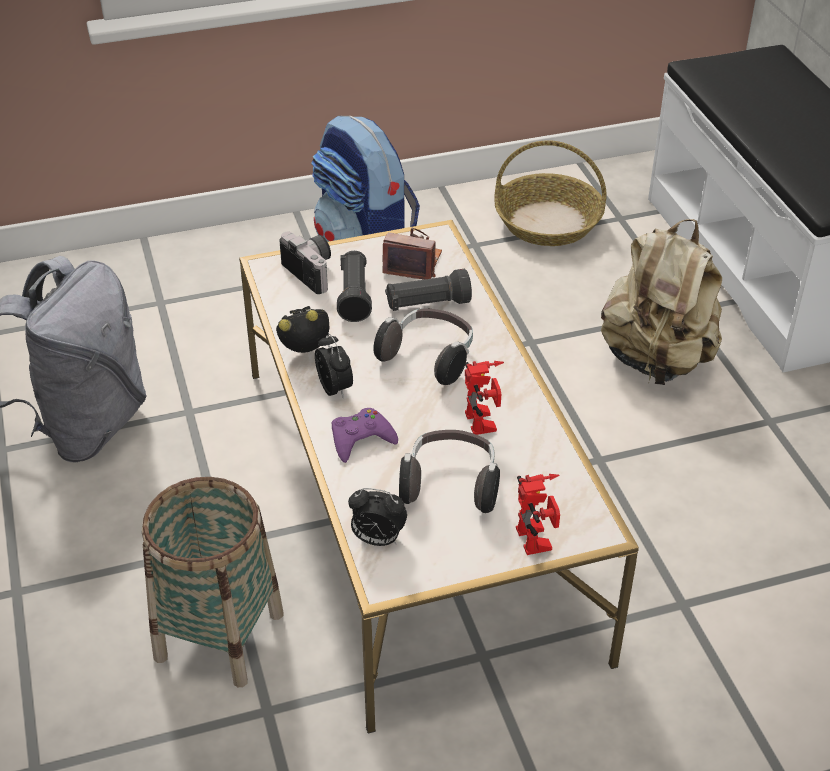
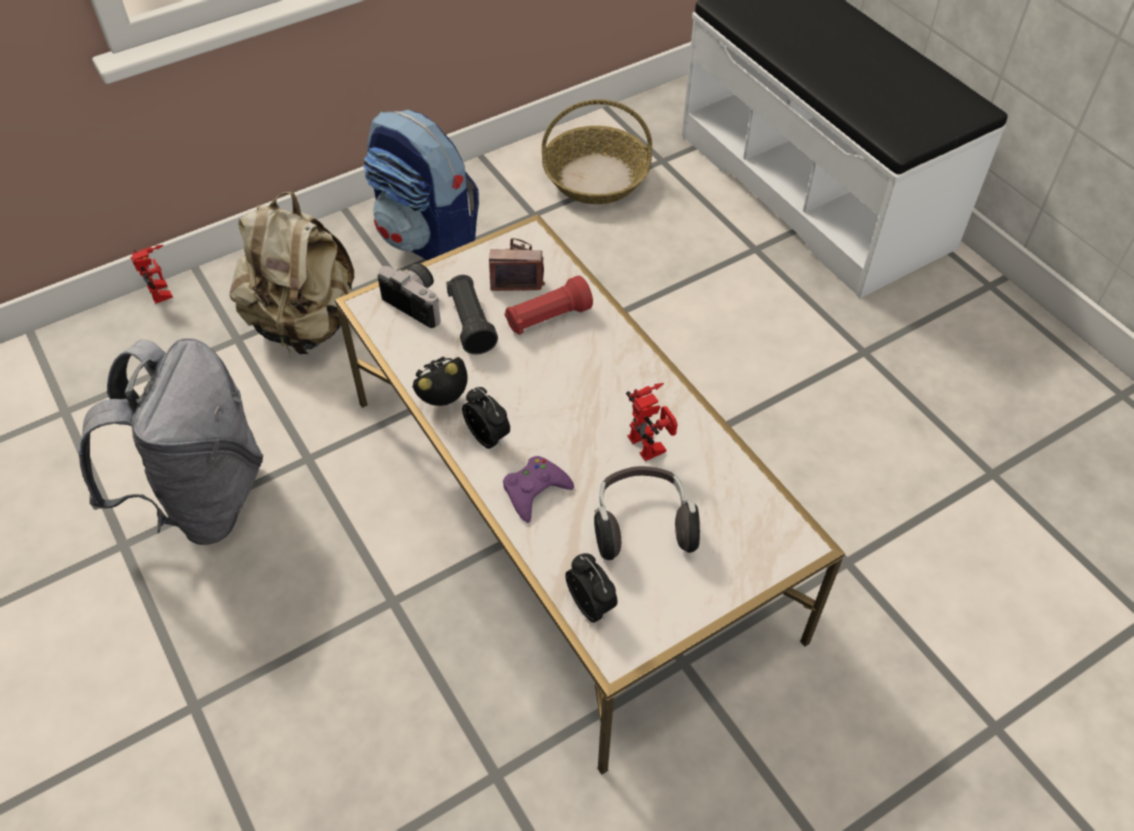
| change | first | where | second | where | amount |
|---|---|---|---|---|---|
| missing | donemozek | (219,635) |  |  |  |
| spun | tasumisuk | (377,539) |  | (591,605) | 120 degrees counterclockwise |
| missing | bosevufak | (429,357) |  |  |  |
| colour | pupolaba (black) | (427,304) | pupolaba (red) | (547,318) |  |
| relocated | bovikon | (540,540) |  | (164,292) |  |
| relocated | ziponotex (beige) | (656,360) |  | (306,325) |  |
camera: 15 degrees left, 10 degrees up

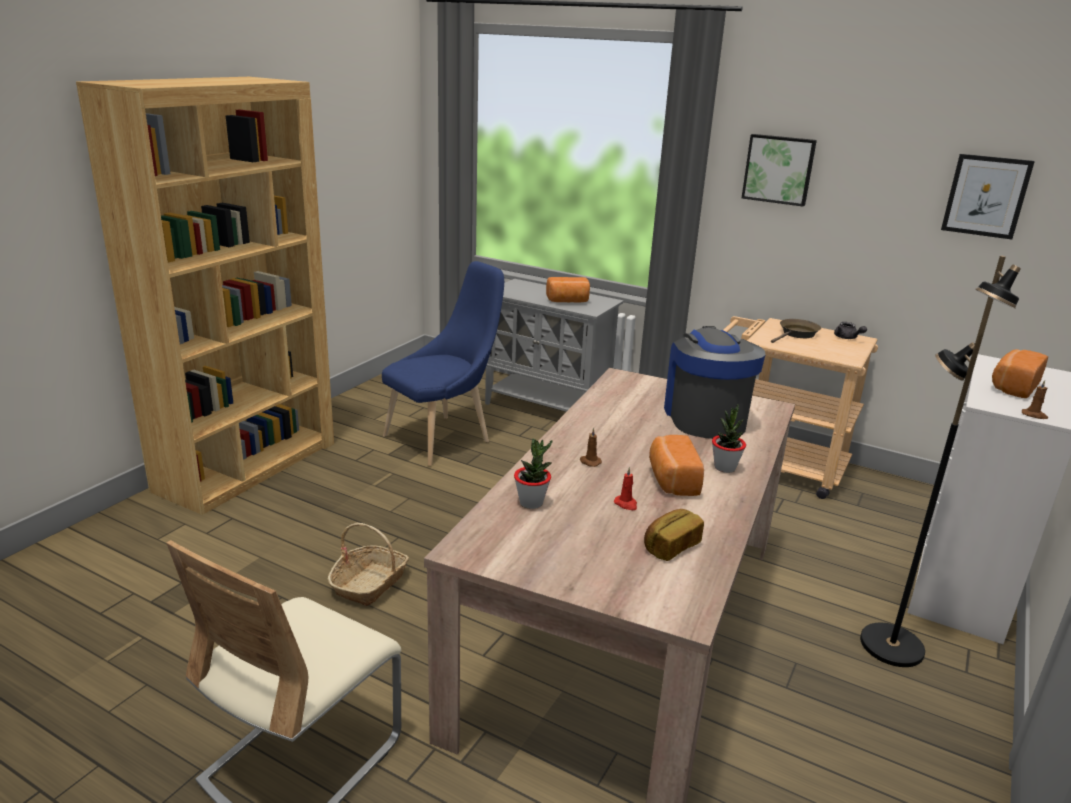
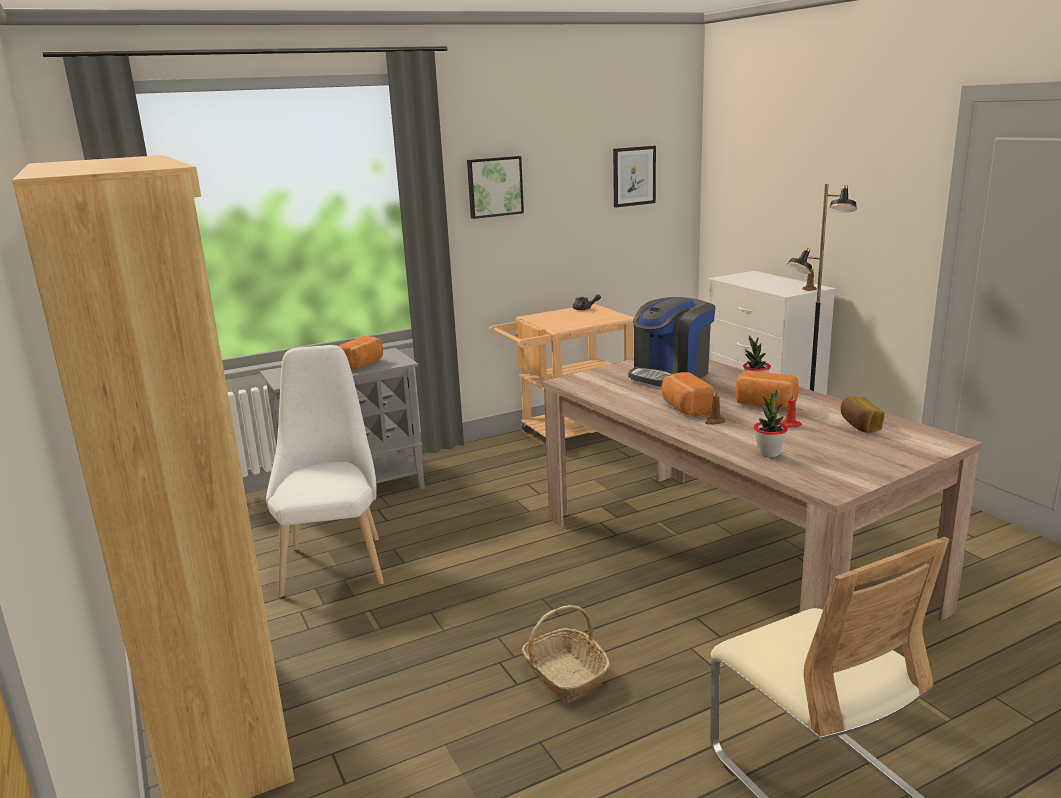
| change | first | where | second | where | amount |
|---|---|---|---|---|---|
| colour | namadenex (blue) | (443,438) | namadenex (white) | (335,561) |  |
| spun | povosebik | (705,417) |  | (670,374) | 75 degrees counterclockwise |
| missing | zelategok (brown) | (797,334) |  |  |  |
| relocated | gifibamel | (1013,387) |  | (685,408) |  |
camera: 55 degrees left, 5 degrees down

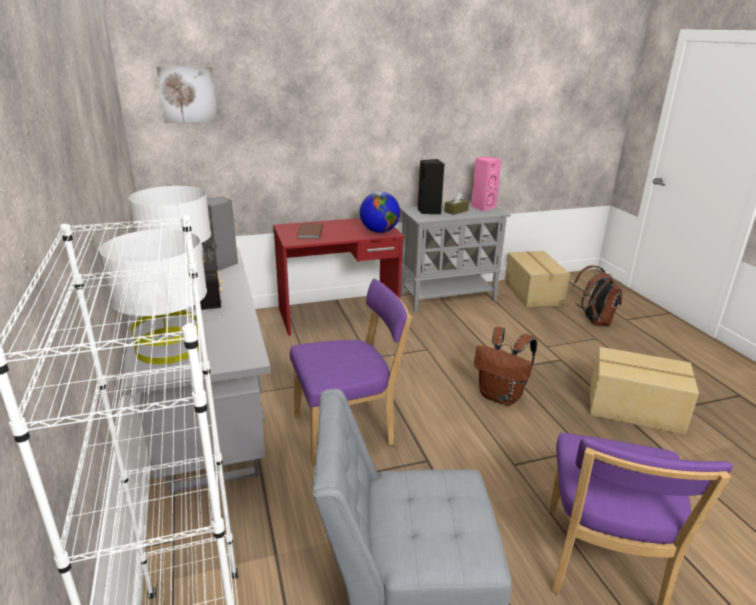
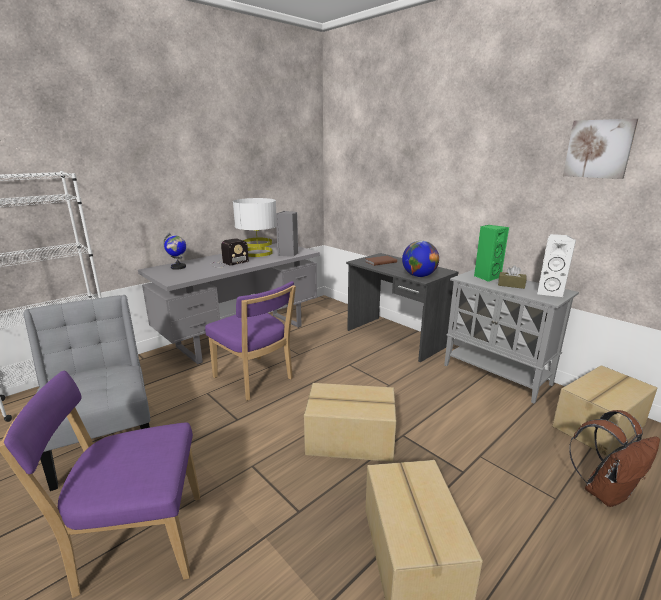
| change | first | where | second | where | amount |
|---|---|---|---|---|---|
| exchanged | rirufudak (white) | (168,347) | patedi | (178,267) |  |
| relocated | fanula | (188,94) |  | (598,149) |  |
| colour | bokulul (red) | (339,315) | bokulul (grey) | (396,338) |  |
| colour | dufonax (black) | (428,211) | dufonax (green) | (486,277) |  |
| colour | dufonax (pink) | (482,207) | dufonax (white) | (549,292) |  |
| exchanged | ziponotex (brown) | (501,396) | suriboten | (350,440) |  |
camera: 65 degrees right, 5 degrees down

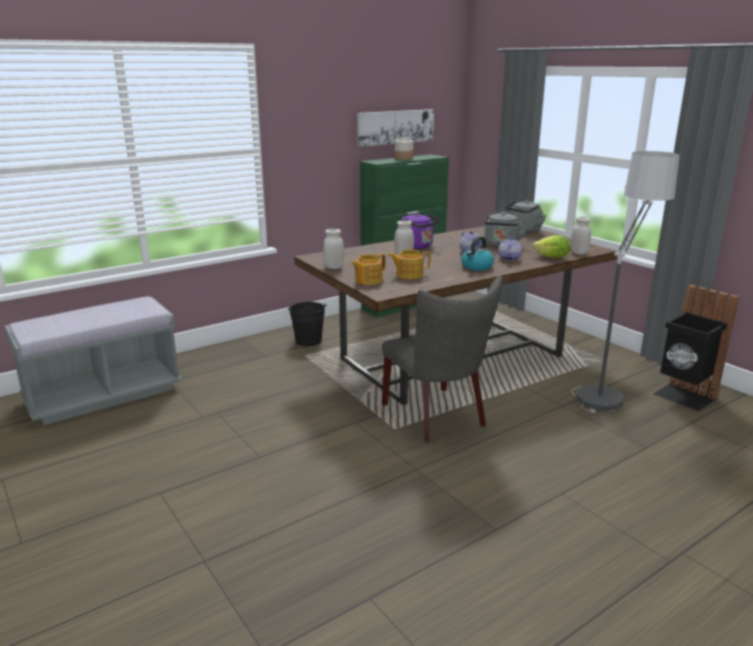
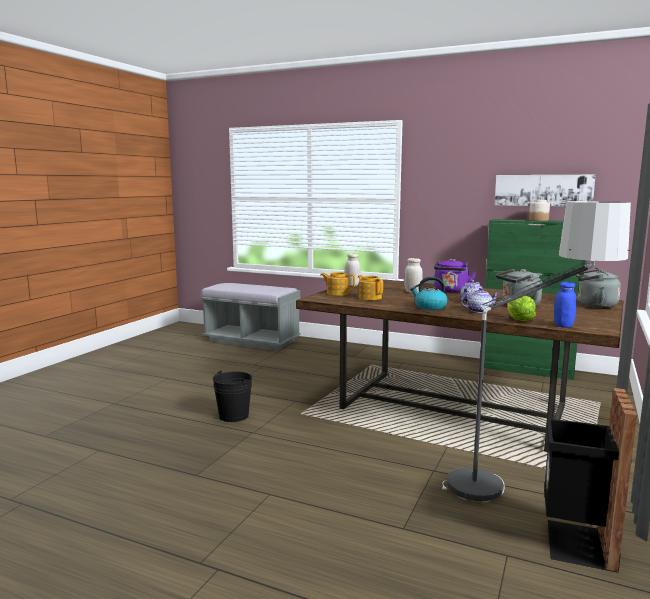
| change | first | where | second | where | amount |
|---|---|---|---|---|---|
| relocated | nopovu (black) | (308,341) |  | (233,416) |  |
| missing | namadenex (grey) | (438,417) |  |  |  |
| colour | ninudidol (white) | (579,253) | ninudidol (blue) | (563,326) |  |
camera: 60 degrees right, 10 degrees down

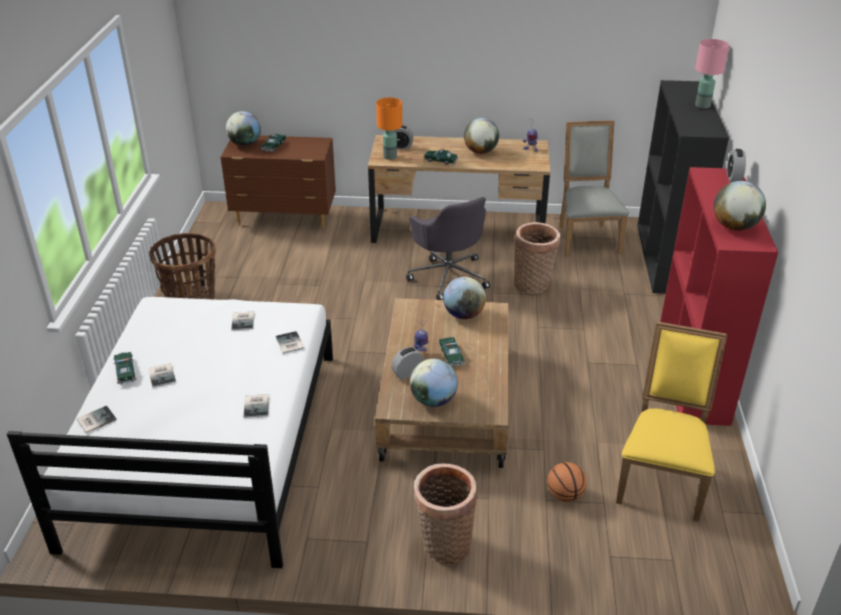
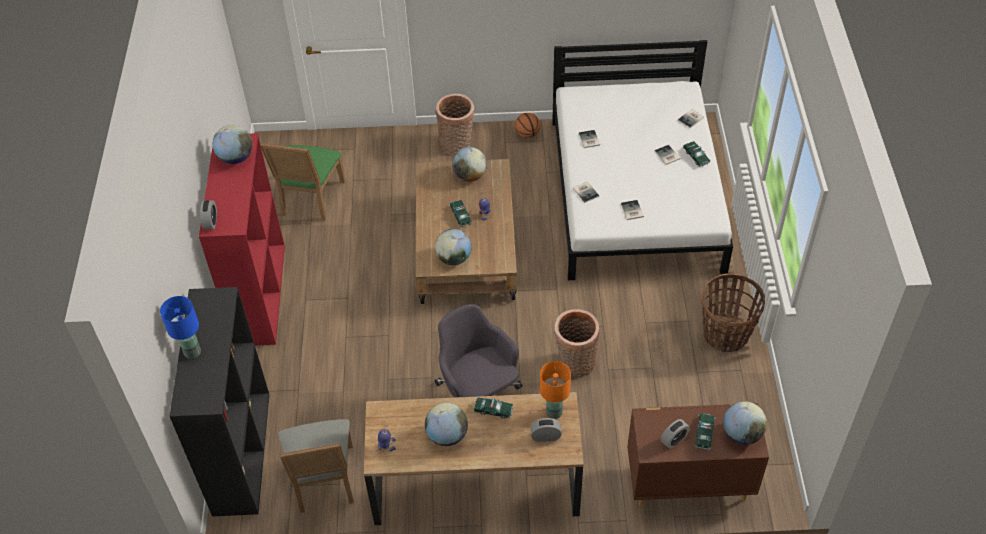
| change | first | where | second | where | amount |
|---|---|---|---|---|---|
| relocated | tasumisuk | (408,373) |  | (674,440) |  |
| relocated | donemozek | (533,284) |  | (575,363) |  |
| relocated | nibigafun | (565,495) |  | (527,134) |  |
| colour | namadenex (yellow) | (661,479) | namadenex (green) | (310,200) |  |
| colour | rirufudak (pink) | (702,106) | rirufudak (blue) | (193,352) |  |
camera: 175 degrees right, 15 degrees up

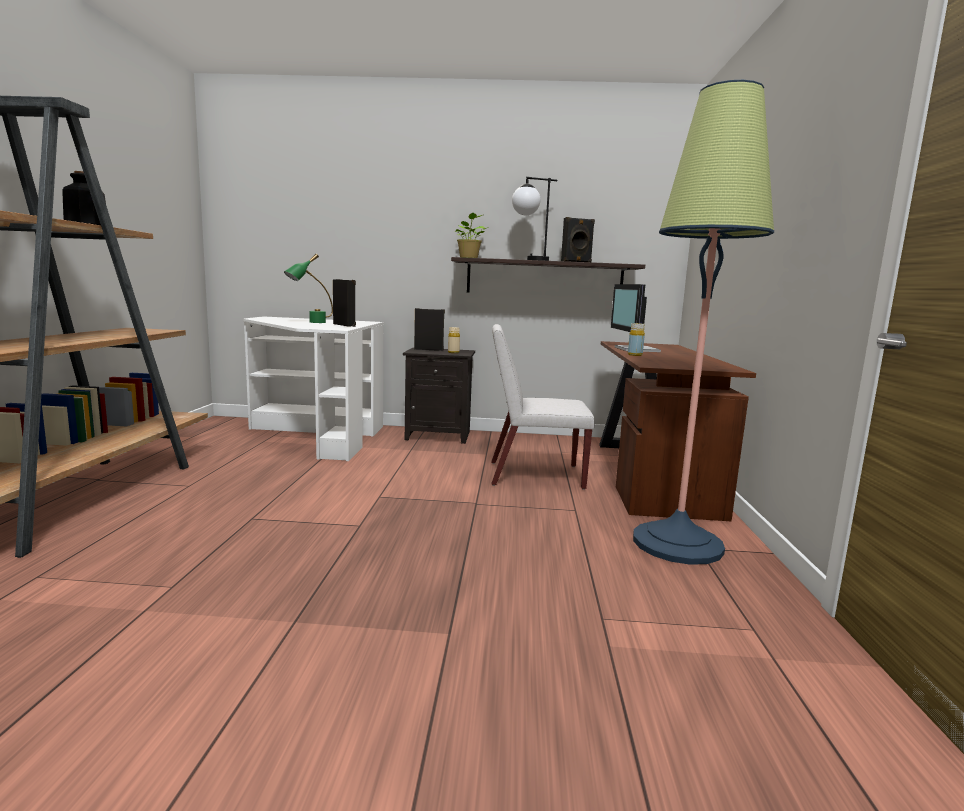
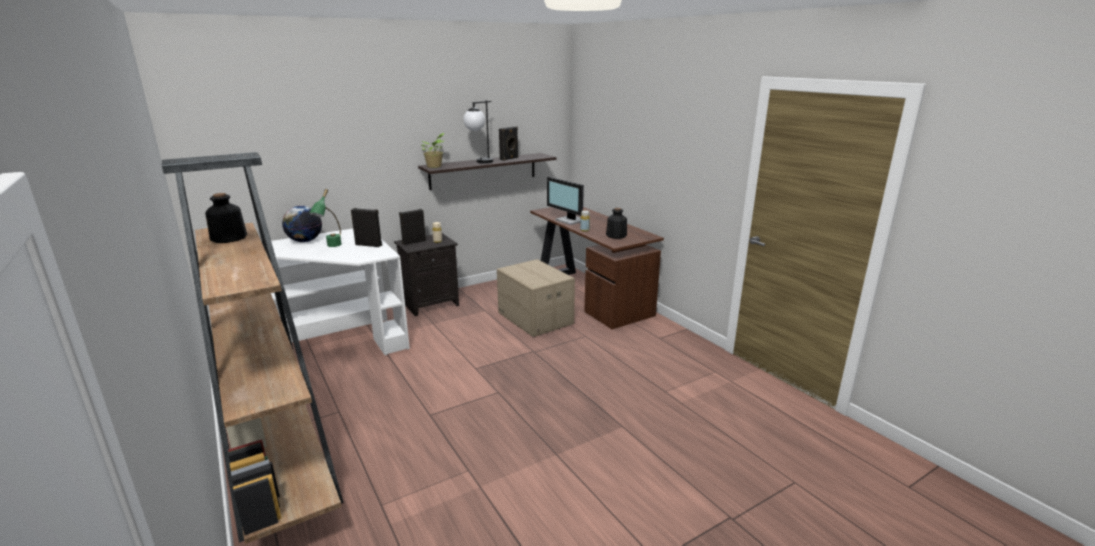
| change | first | where | second | where | amount |
|---|---|---|---|---|---|
| exchanged | namadenex (white) | (534,475) | suriboten | (534,318) |  |
| missing | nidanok | (677,543) |  |  |  |
| appeared |  |  | patedi | (305,241) |  |
| appeared |  |  | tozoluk | (616,236) |  |
camera: 35 degrees left, 10 degrees up

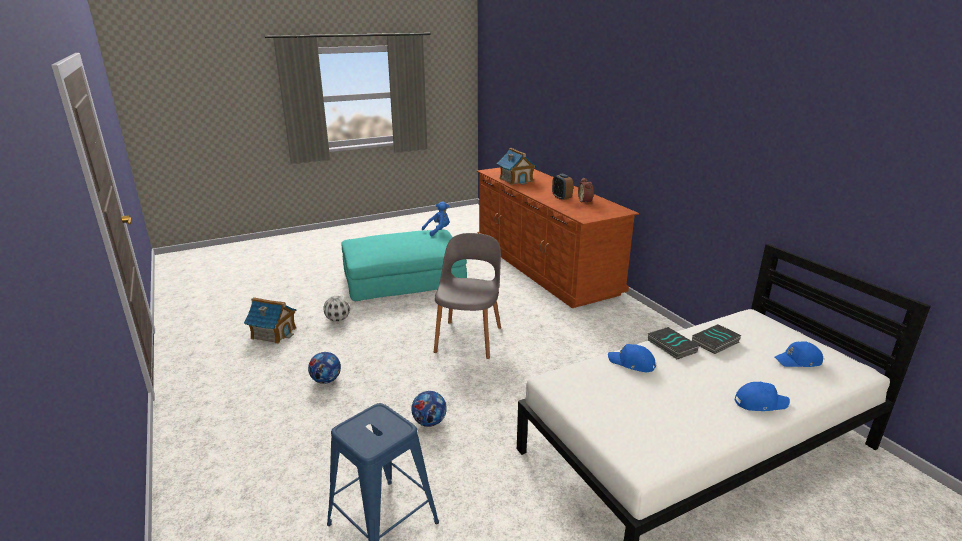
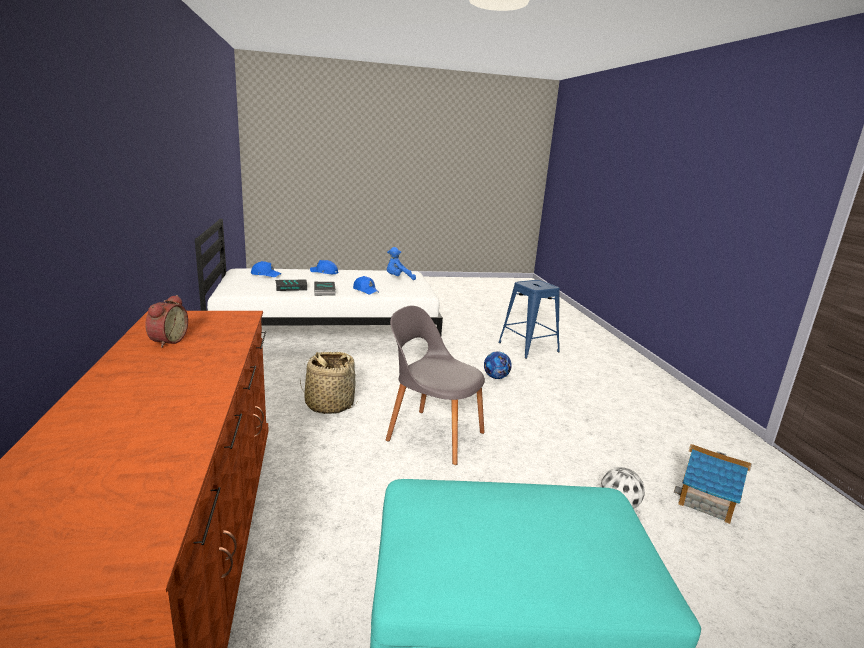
| change | first | where | second | where | amount |
|---|---|---|---|---|---|
| missing | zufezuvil | (326,380) |  |  |  |
| relocated | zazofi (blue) | (438,231) |  | (398,278) |  |
| spun | namadenex (grey) | (469,338) |  | (433,435) | 90 degrees clockwise |
| missing | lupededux | (516,180) |  |  |  |
| missing | tasumisuk | (561,198) |  |  |  |
| appeared |  |  | donemozek | (329,404) |  |
camera: 165 degrees left, 5 degrees down

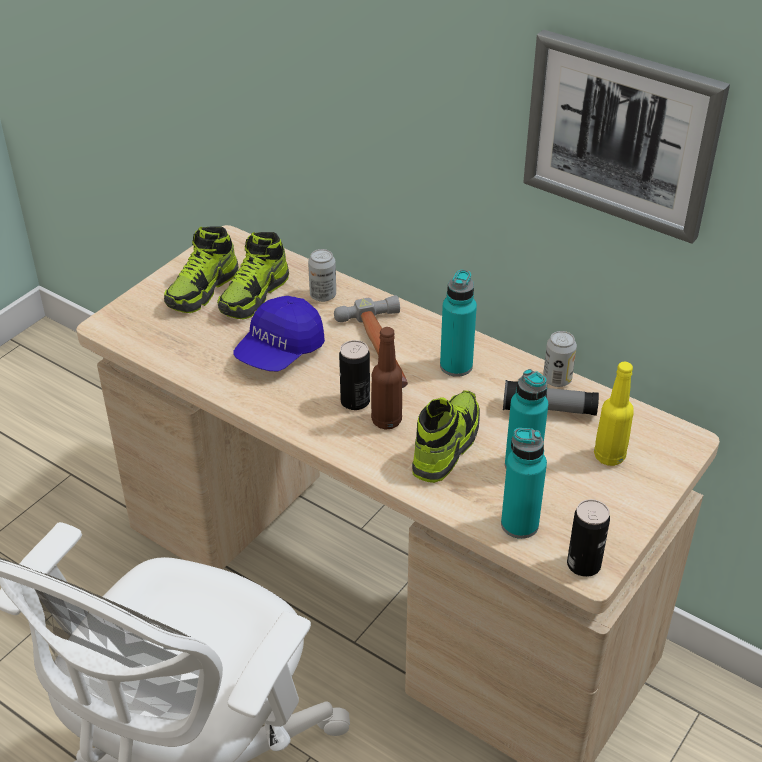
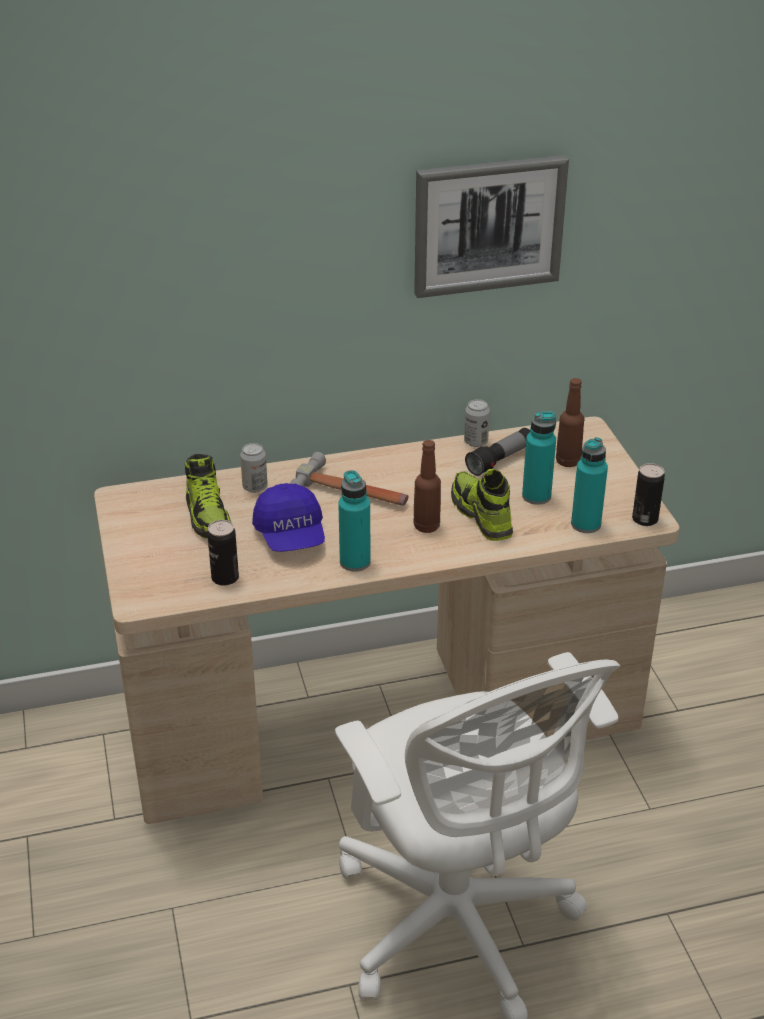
| change | first | where | second | where | amount |
|---|---|---|---|---|---|
| missing | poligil | (202,290) |  |  |  |
| relocated | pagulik | (355,401) |  | (225,578) |  |
| relocated | tozoluk (turquoise) | (456,366) |  | (355,562) |  |
| colour | tozoluk (yellow) | (609,456) | tozoluk (brown) | (567,461) |  |
camera: 50 degrees left, 5 degrees down

